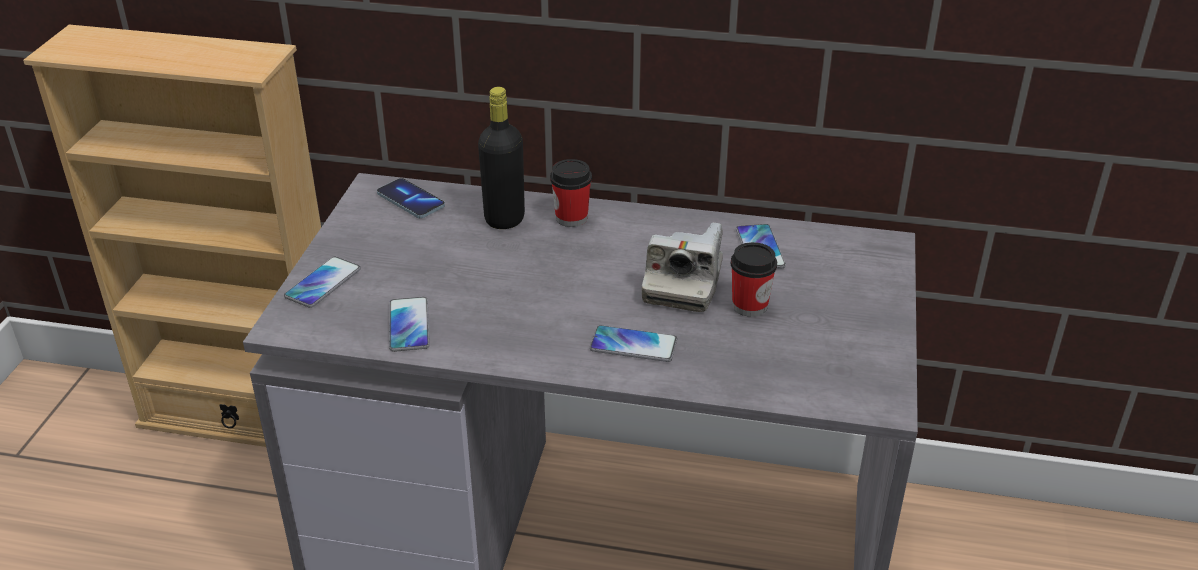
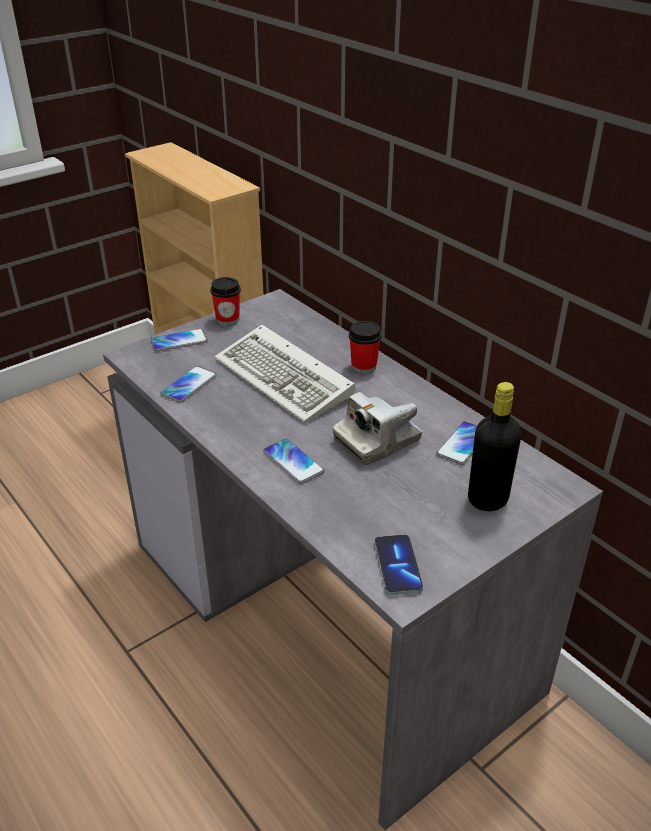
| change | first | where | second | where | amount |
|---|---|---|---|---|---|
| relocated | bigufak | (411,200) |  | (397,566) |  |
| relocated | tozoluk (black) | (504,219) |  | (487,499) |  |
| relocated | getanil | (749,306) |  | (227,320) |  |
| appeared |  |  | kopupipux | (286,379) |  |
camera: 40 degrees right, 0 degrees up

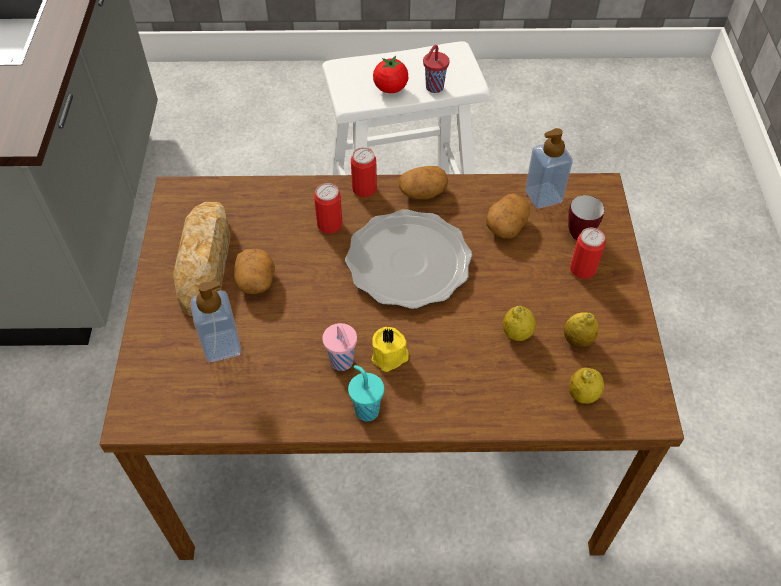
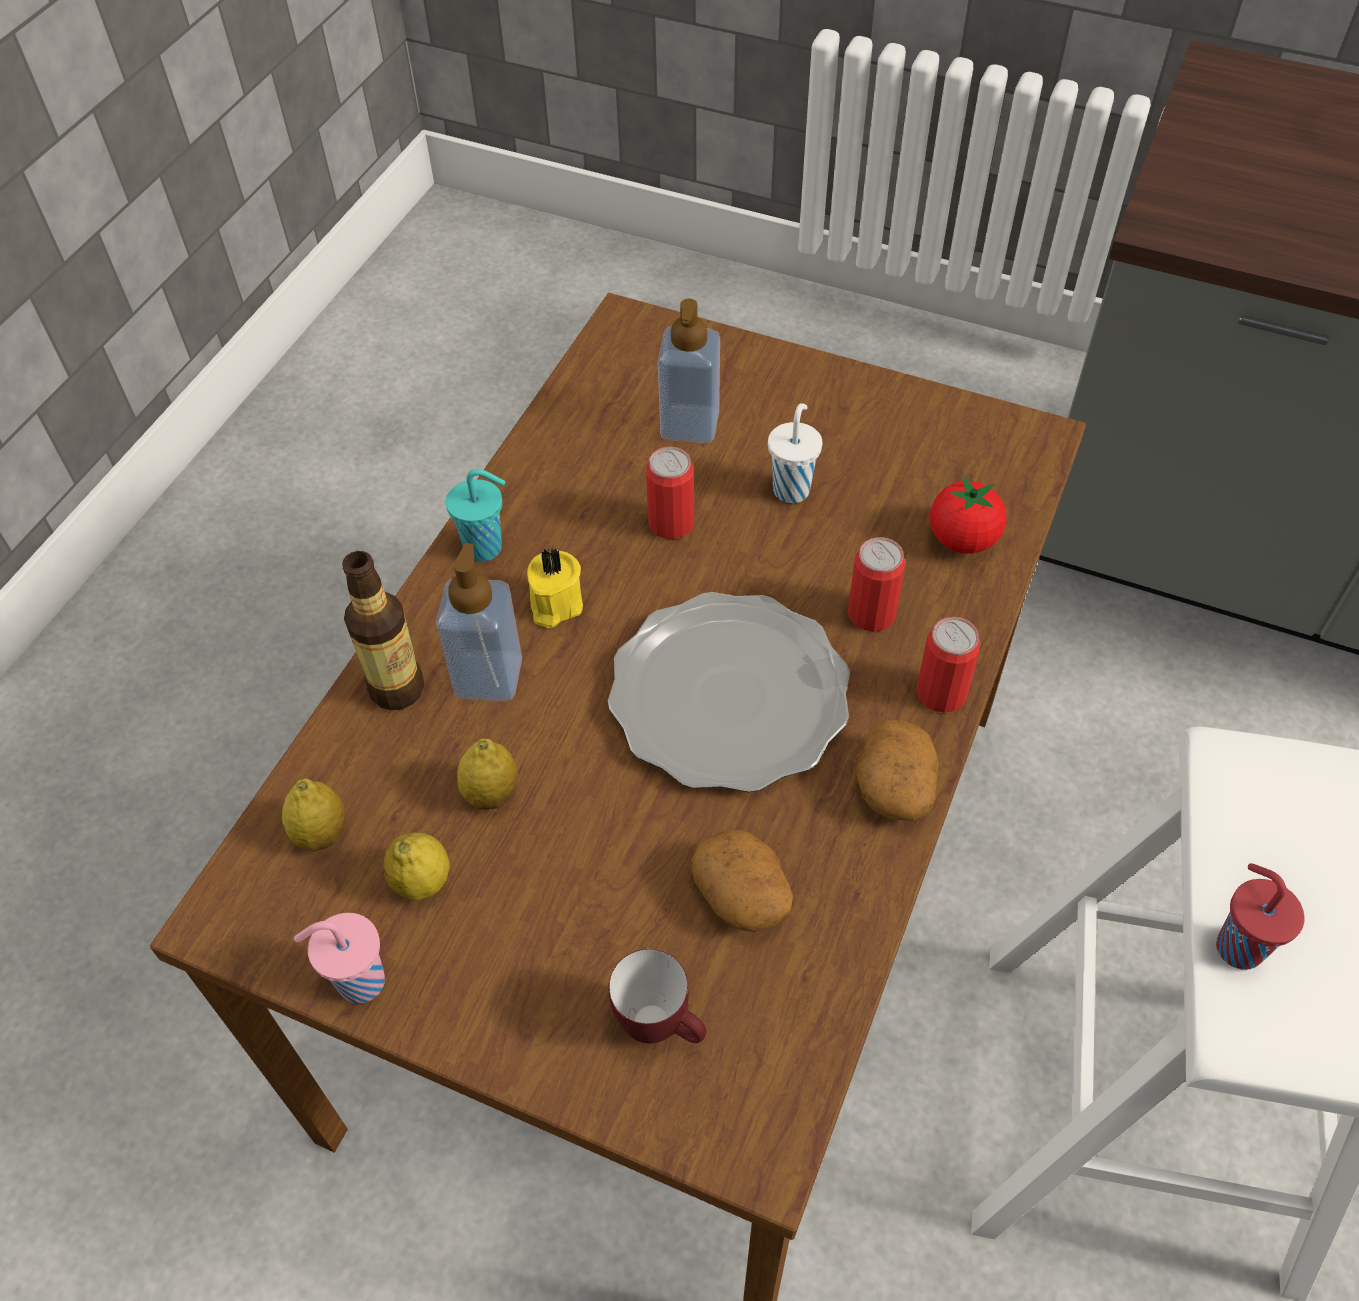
| change | first | where | second | where | amount |
|---|---|---|---|---|---|
| missing | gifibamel | (205,260) |  |  |  |
| exchanged | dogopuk | (256,280) | getanil (white) | (792,488) |  |
| relocated | getanil (pink) | (342,362) |  | (358,982) |  |
| relocated | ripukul | (390,88) |  | (962,539) |  |
| relocated | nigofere | (543,196) |  | (488,676) |  |
| relocated | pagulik | (582,269) |  | (671,523) |  |
| appeared |  |  | tozoluk | (397,689) |  |
camera: 115 degrees right, 0 degrees up

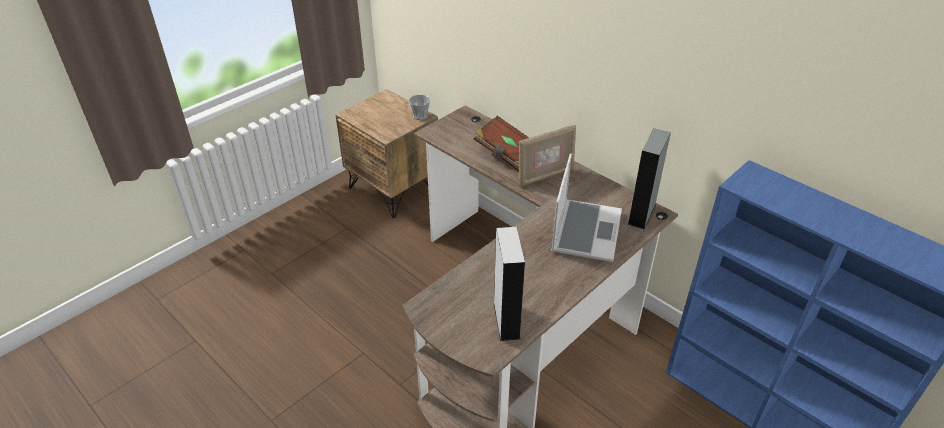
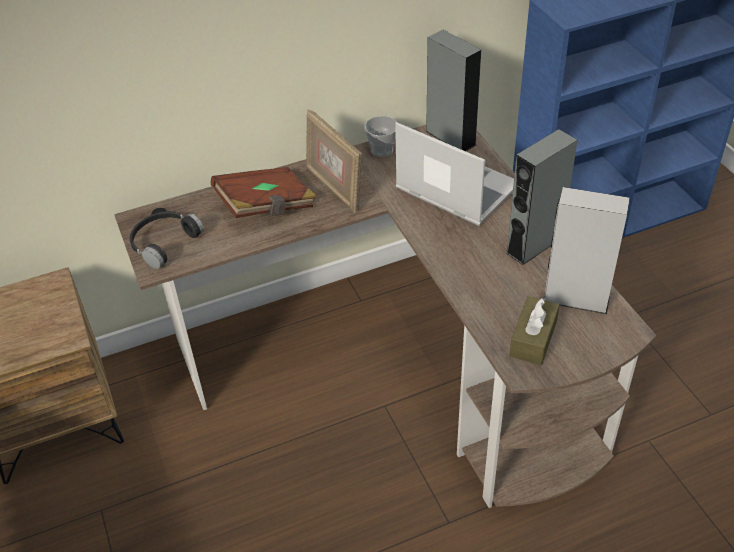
| change | first | where | second | where | amount |
|---|---|---|---|---|---|
| relocated | getanil | (420,116) |  | (382,150) |  |
| spun | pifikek | (545,176) |  | (334,188) | 150 degrees clockwise |
| appeared |  |  | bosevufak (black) | (163,242) |  |
| appeared |  |  | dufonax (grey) | (534,245) |  |
| appeared |  |  | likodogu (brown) | (533,339) |  |
camera: 65 degrees left, 5 degrees up

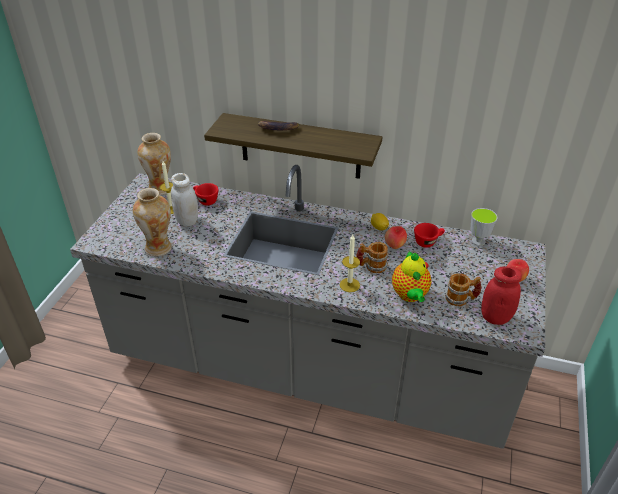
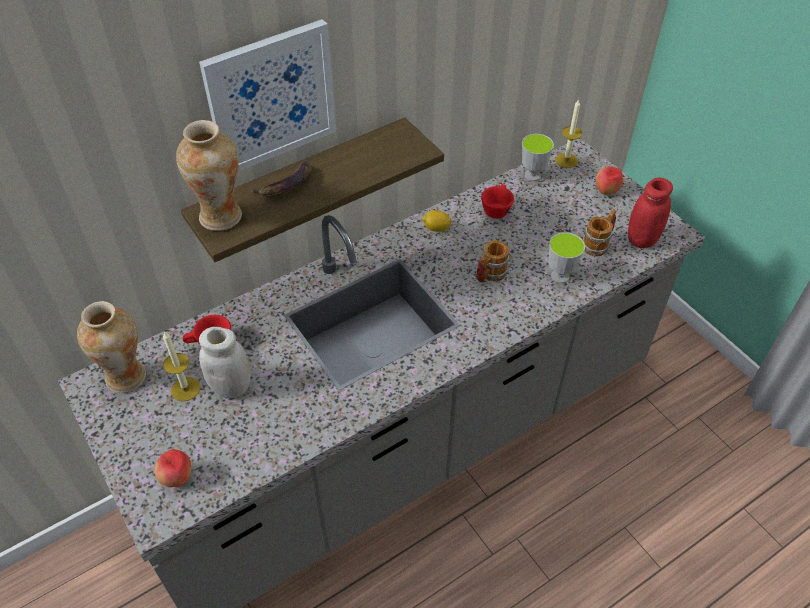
| change | first | where | second | where | amount |
|---|---|---|---|---|---|
| relocated | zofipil | (159,248) |  | (221,216) |  |
| relocated | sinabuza | (349,285) |  | (566,160) |  |
| relocated | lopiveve | (394,246) |  | (177,478) |  |
| exchanged | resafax | (410,296) | getanil | (560,276) |  |
| appeared |  |  | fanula | (271,97) |  |
camera: 50 degrees left, 10 degrees up

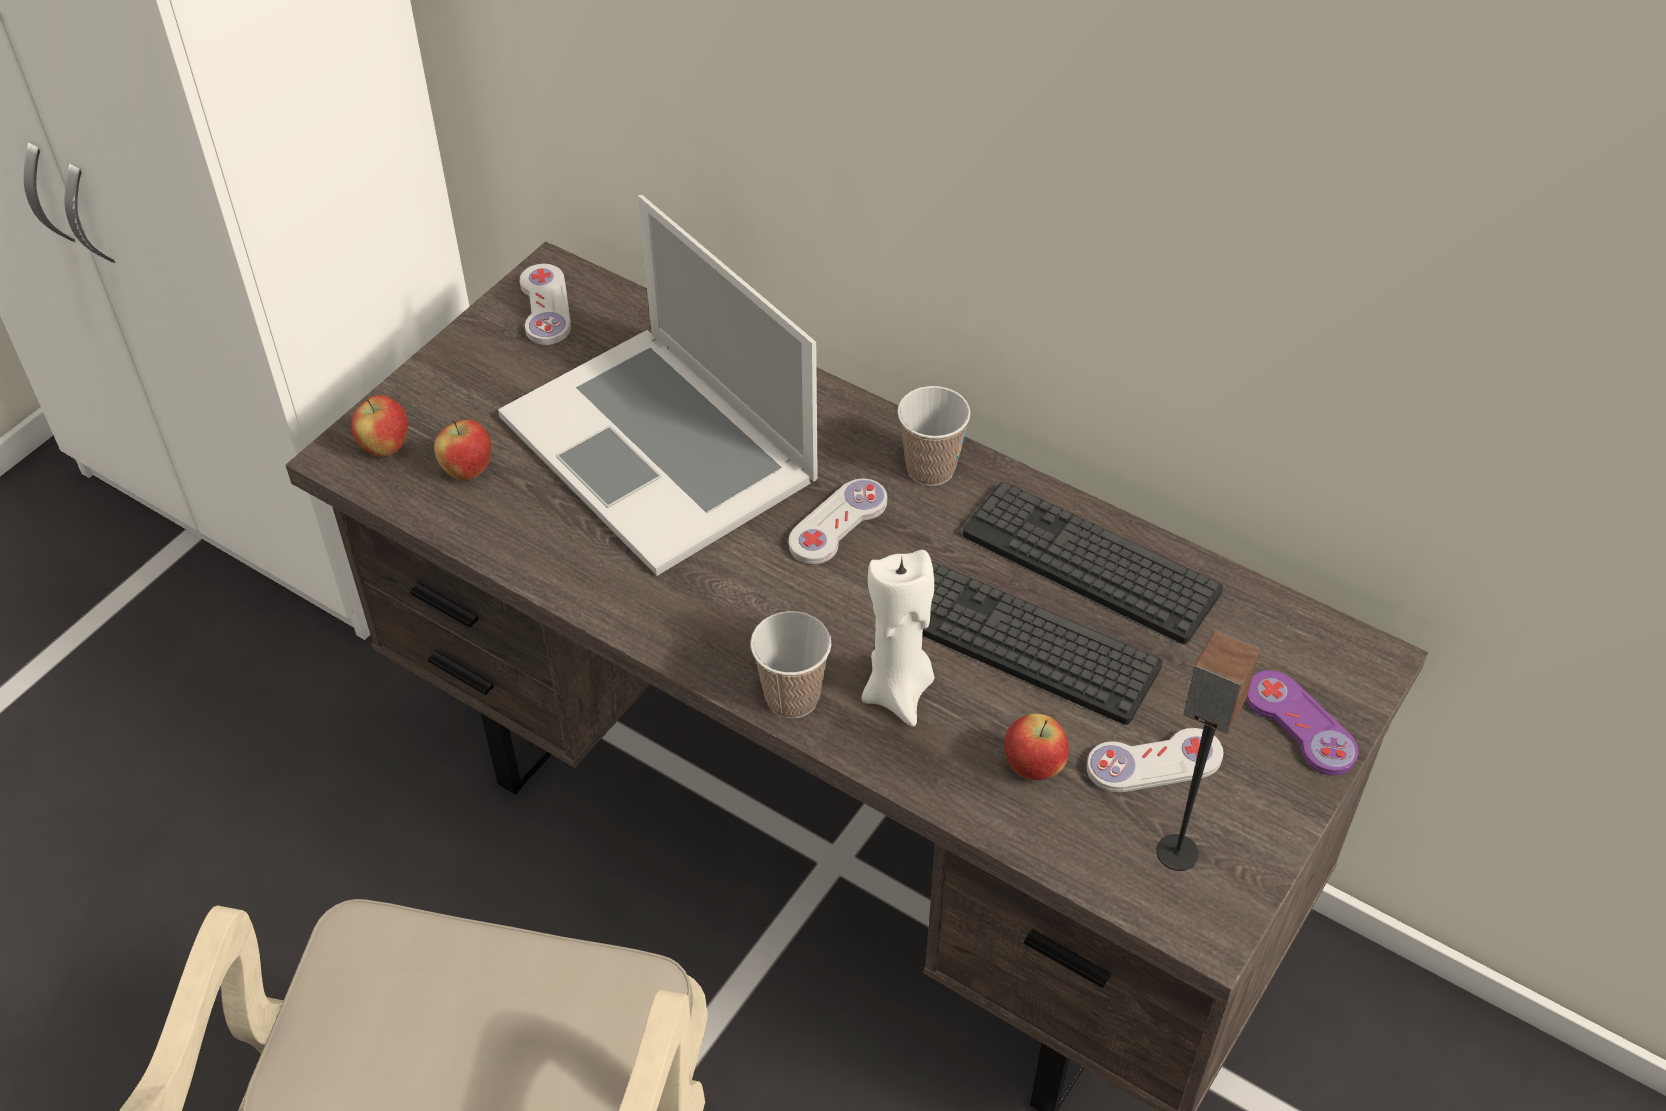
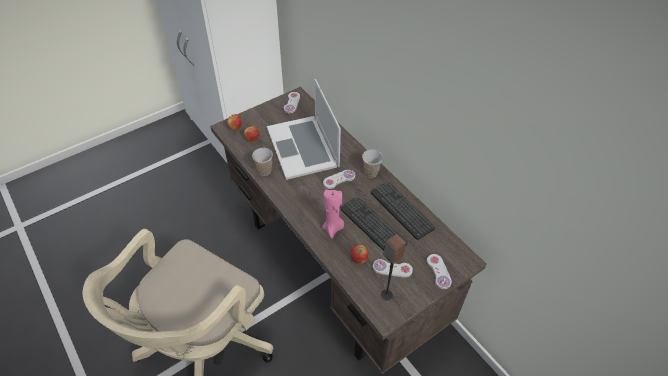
| change | first | where | second | where | amount |
|---|---|---|---|---|---|
| relocated | getanil | (792,697) |  | (264,171) |  |
| colour | sinabuza (white) | (899,691) | sinabuza (pink) | (333,228) |  |
| colour | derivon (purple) | (1299,724) | derivon (white) | (438,272) |  |
camera: 20 degrees right, 0 degrees up

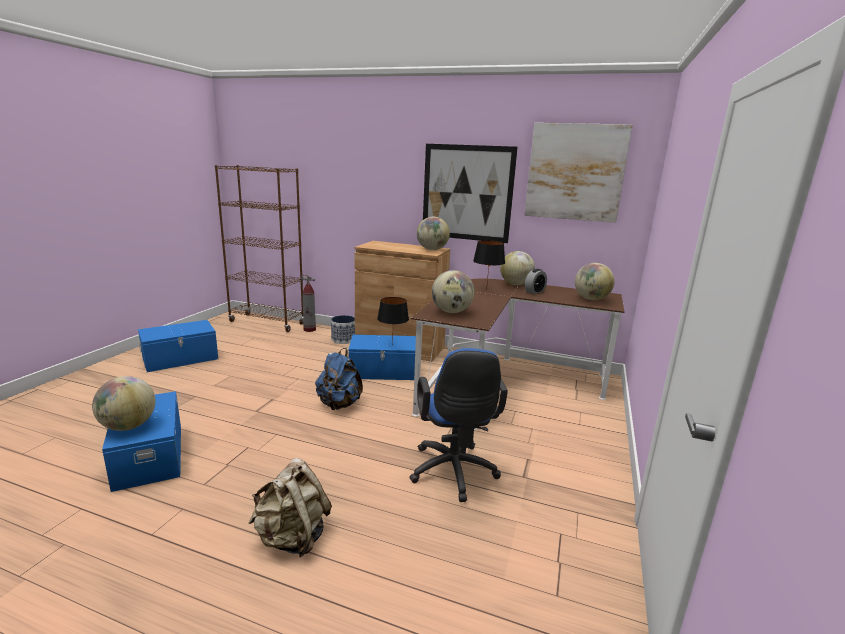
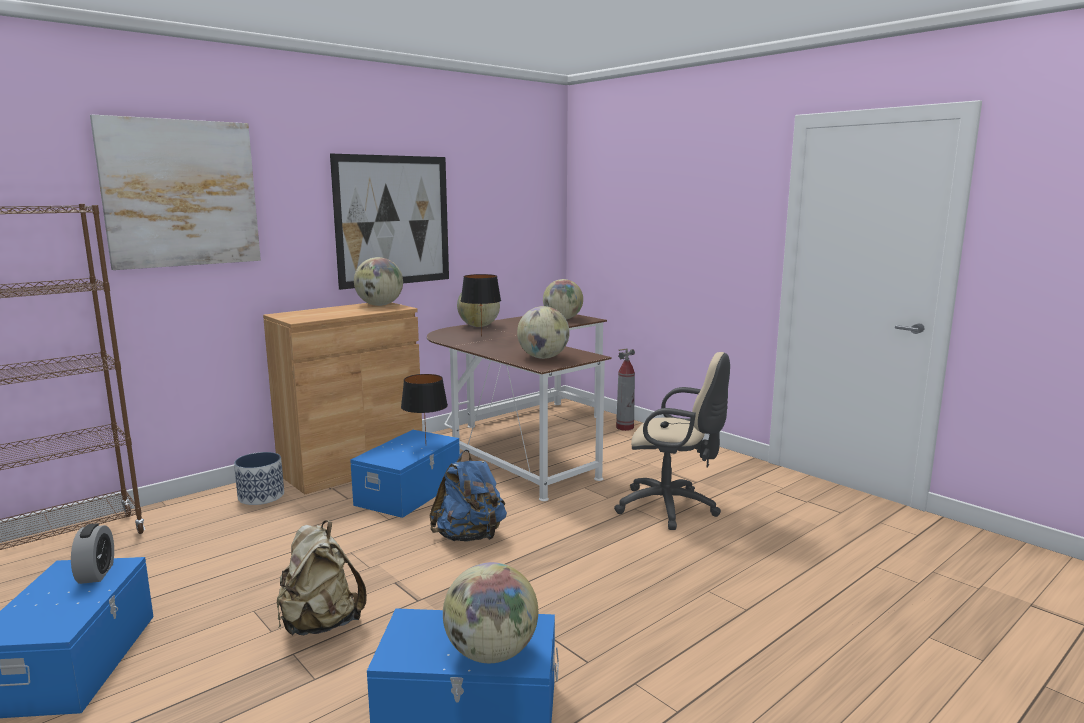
| change | first | where | second | where | amount |
|---|---|---|---|---|---|
| relocated | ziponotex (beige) | (292,538) |  | (320,624) |  |
| relocated | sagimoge | (309,330) |  | (625,427) |  |
| colour | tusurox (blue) | (453,474) | tusurox (beige) | (672,508) |  |
| relocated | fanula | (575,172) |  | (181,193) |  |
| relocated | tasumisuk | (534,292) |  | (96,573) |  |
camera: 60 degrees left, 5 degrees down

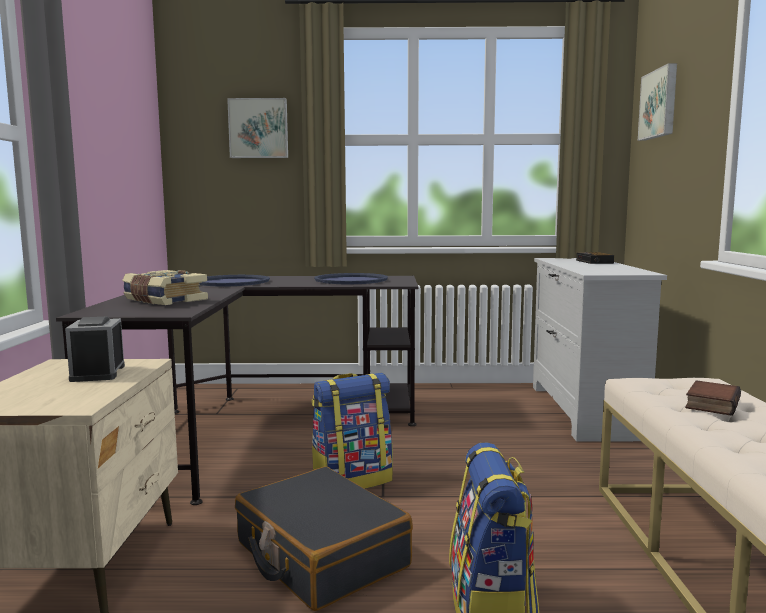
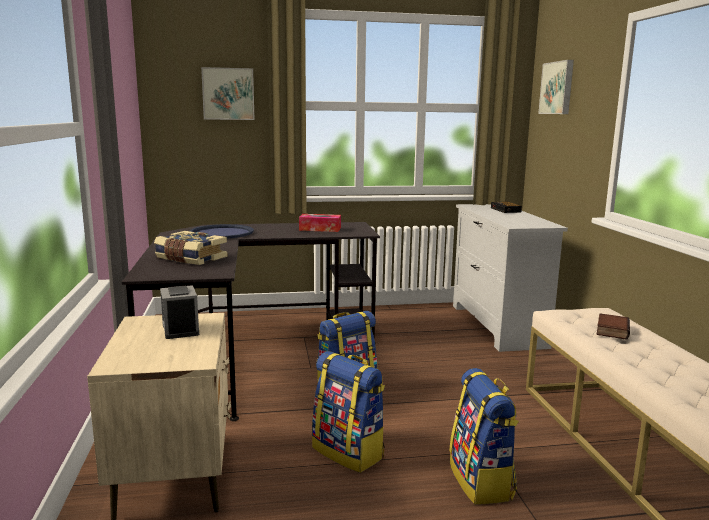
| change | first | where | second | where | amount |
|---|---|---|---|---|---|
| exchanged | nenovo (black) | (320,555) | ziponotex | (349,452) |  |
| exchanged | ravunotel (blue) | (351,280) | likodogu | (320,229) |  |
camera: 10 degrees left, 5 degrees up

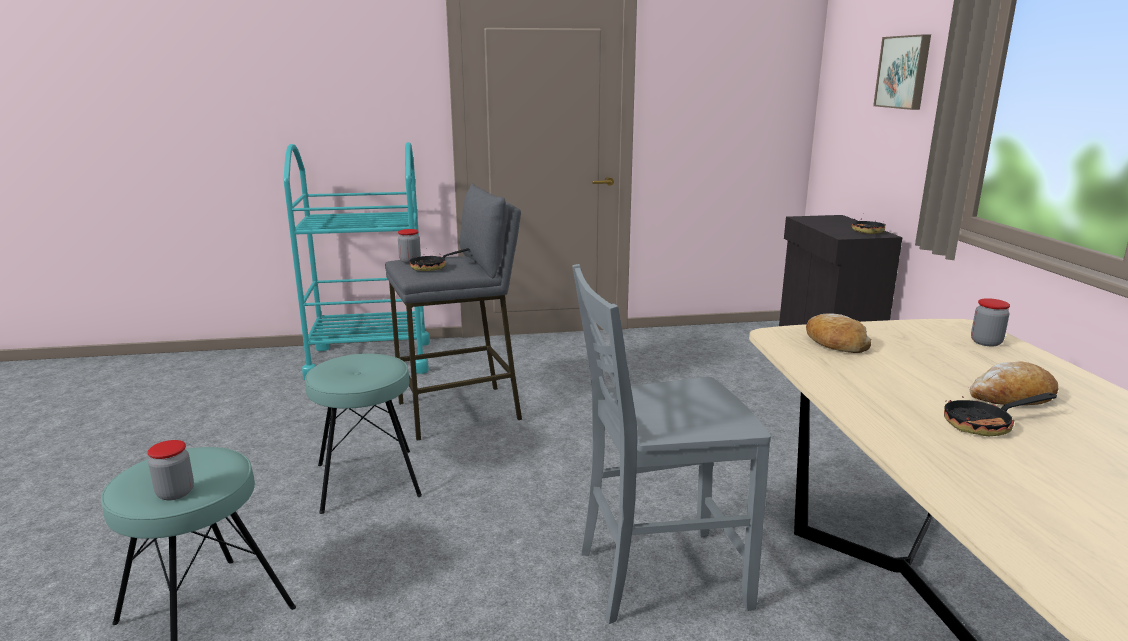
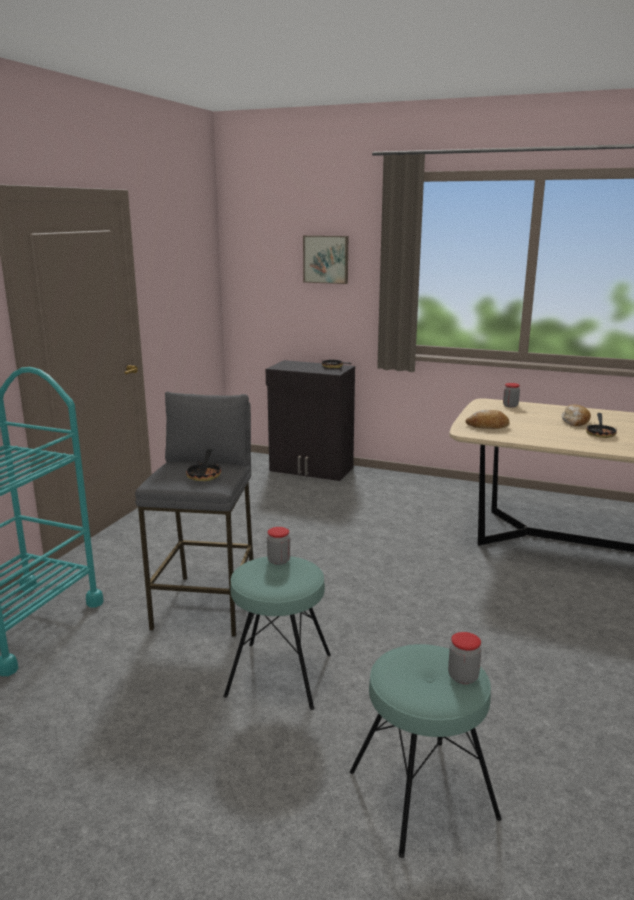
| change | first | where | second | where | amount |
|---|---|---|---|---|---|
| relocated | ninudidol | (410,261) |  | (278,560) |  |
| missing | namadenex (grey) | (658,576) |  |  |  |
camera: 60 degrees left, 0 degrees up

